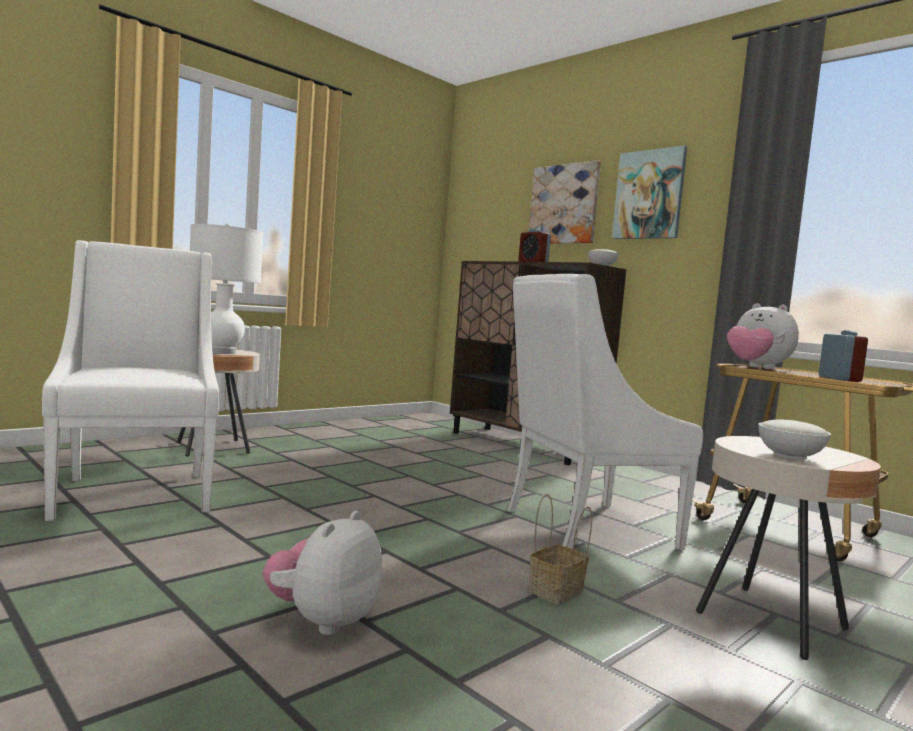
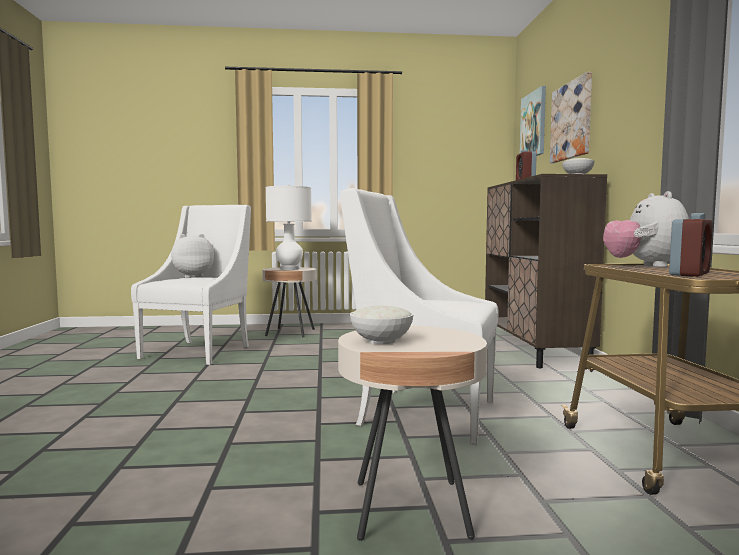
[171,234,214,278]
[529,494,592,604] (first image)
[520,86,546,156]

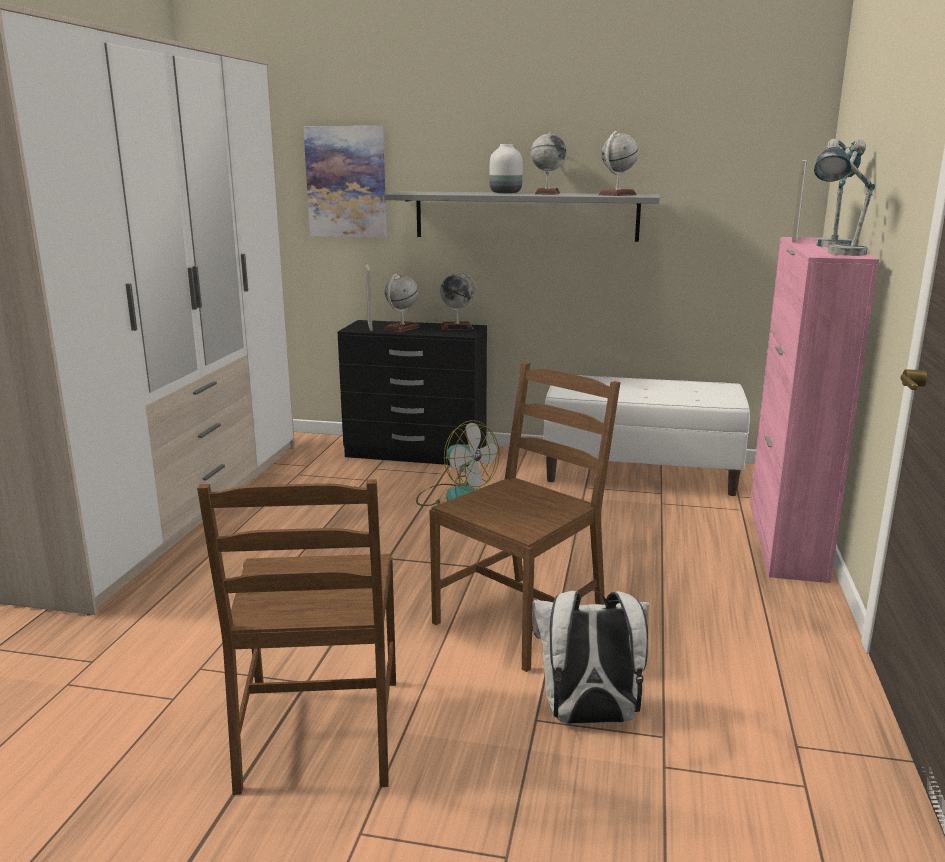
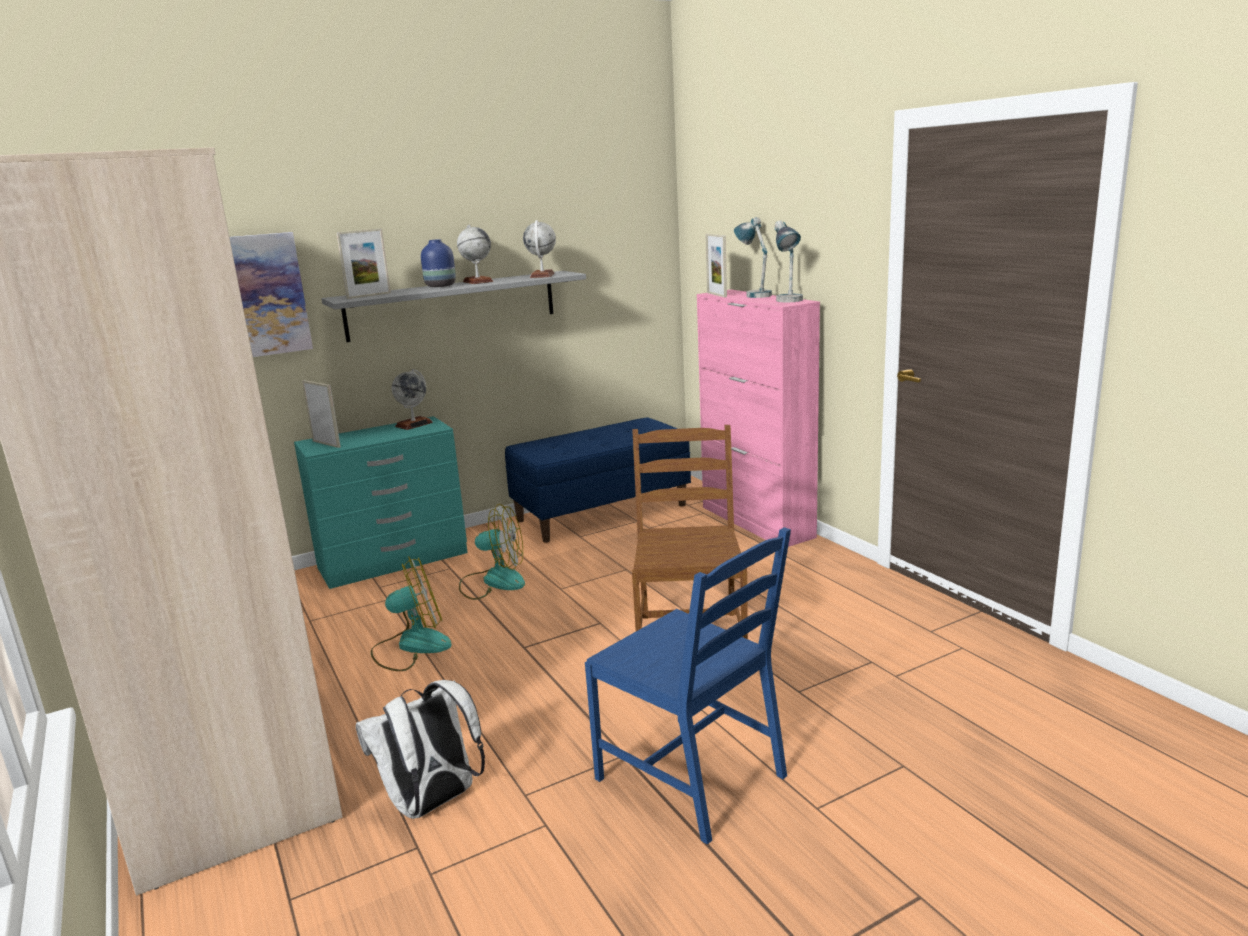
[585,527,791,845]
[294,416,468,589]
[384,274,420,333] (first image)
[421,239,456,287]
[356,680,485,819]
[505,417,691,543]
[336,229,391,299]
[371,557,452,671]

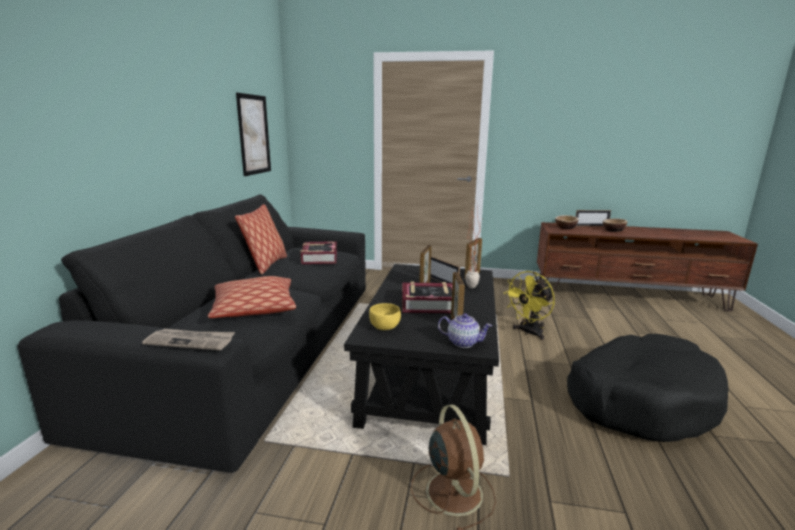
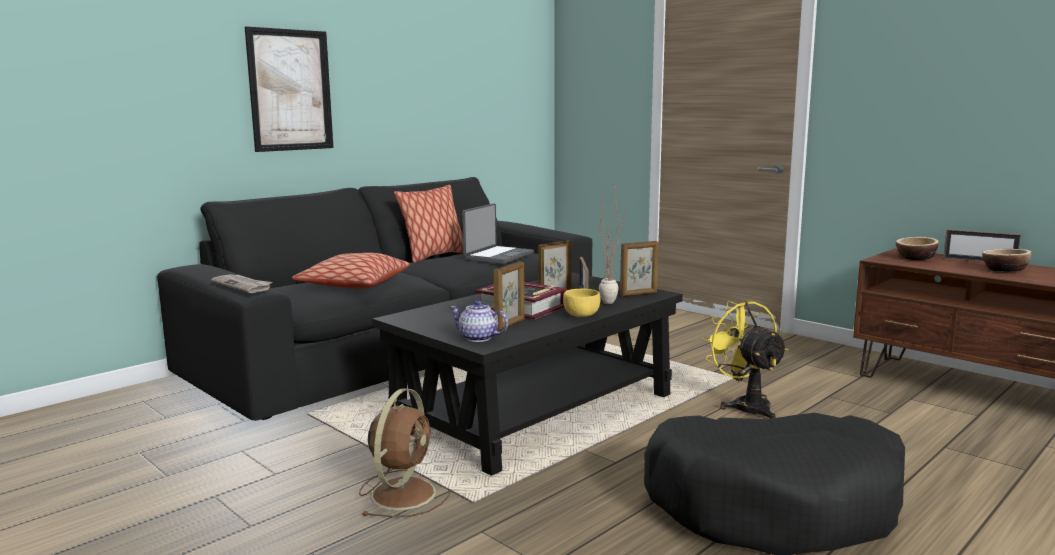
[245,26,333,152]
[462,203,534,264]
[563,289,600,317]
[450,301,508,342]
[702,300,788,419]

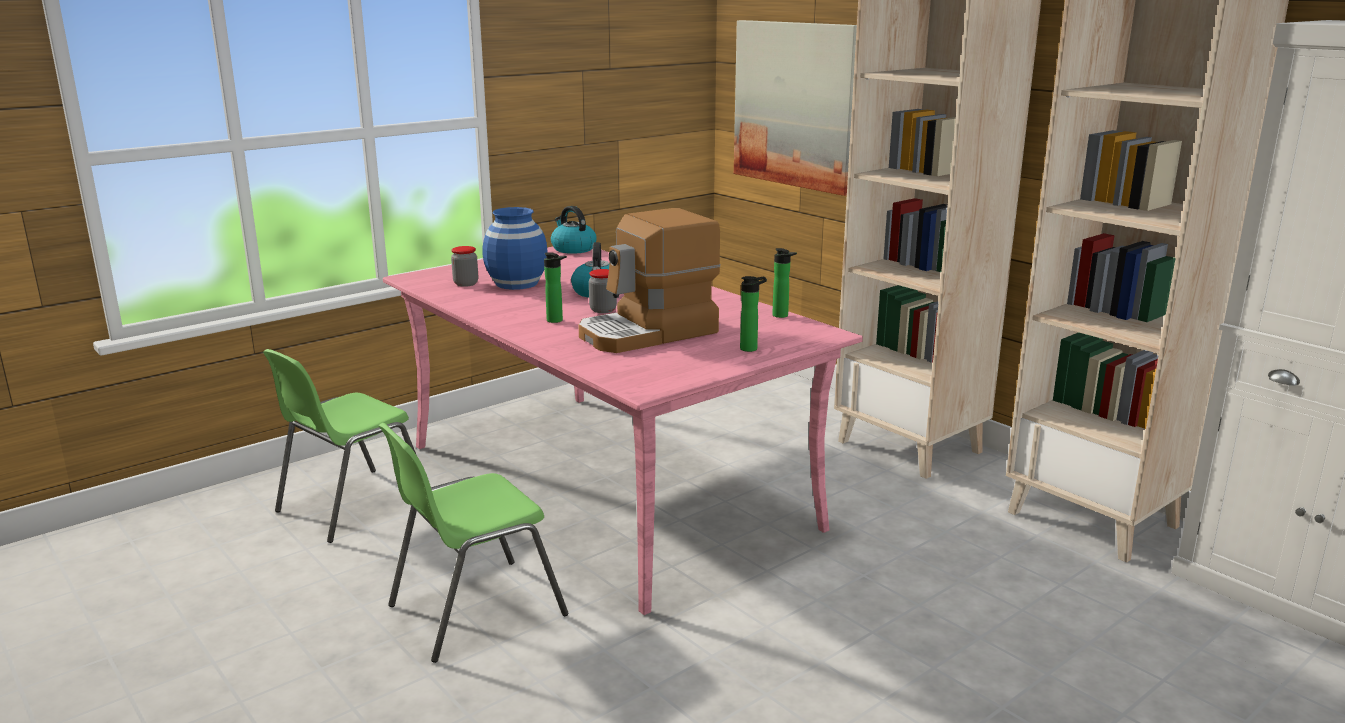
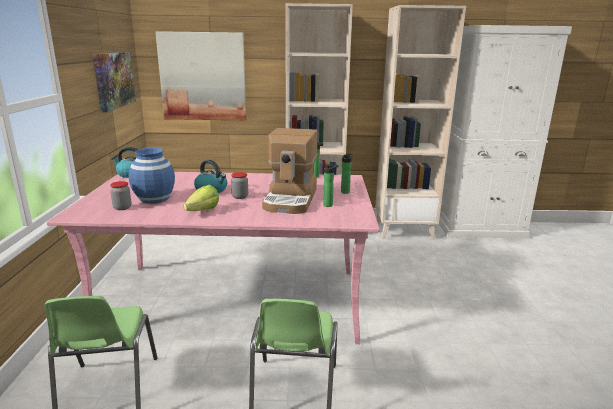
[323,164,338,207]
[93,52,136,112]
[183,185,219,211]

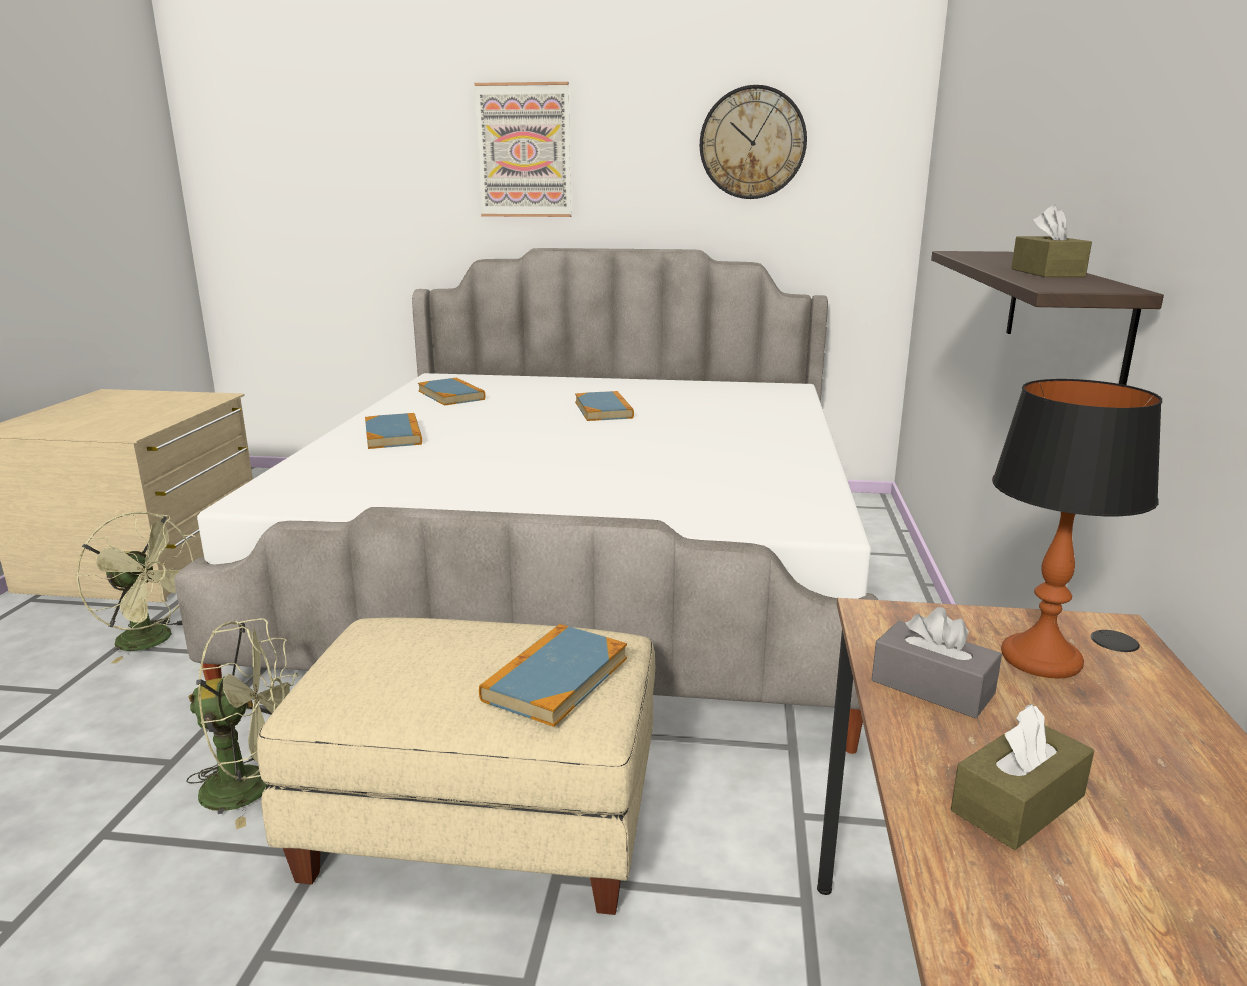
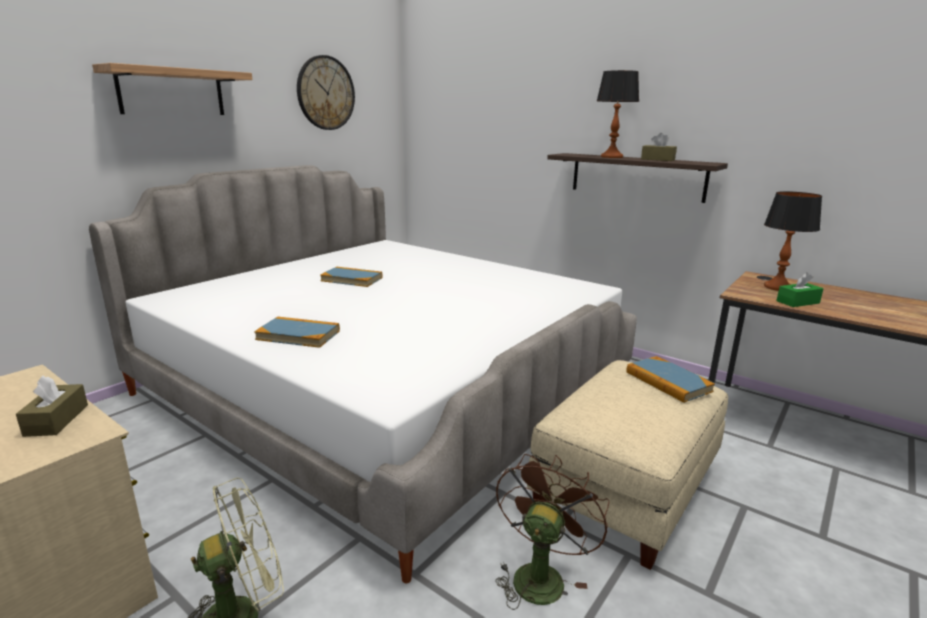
[495,454,609,610]
[418,378,486,406] (first image)
[92,63,252,115]
[776,272,824,307]
[16,376,88,437]
[597,70,639,158]

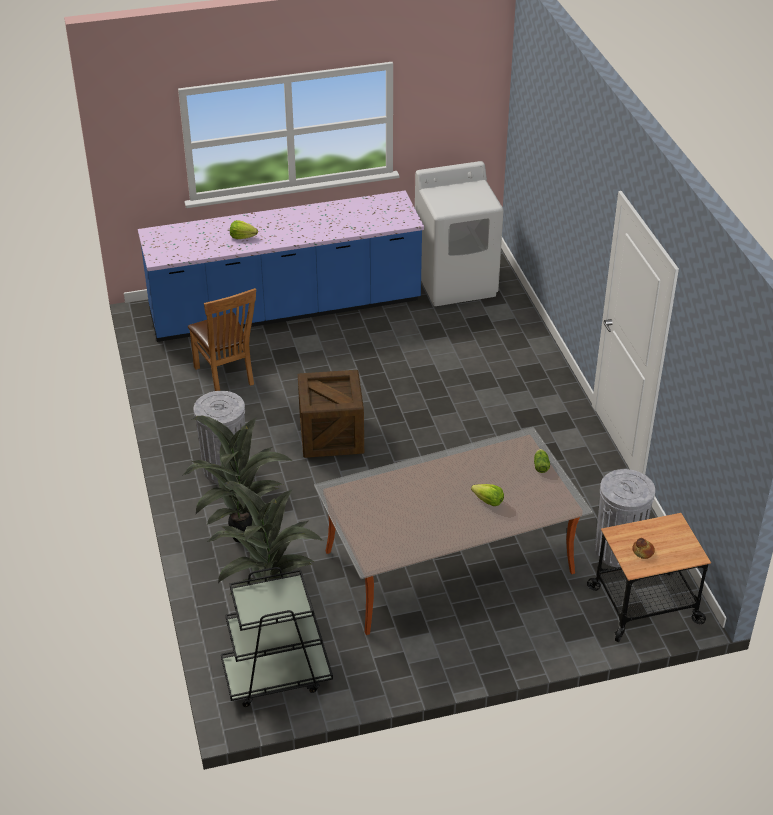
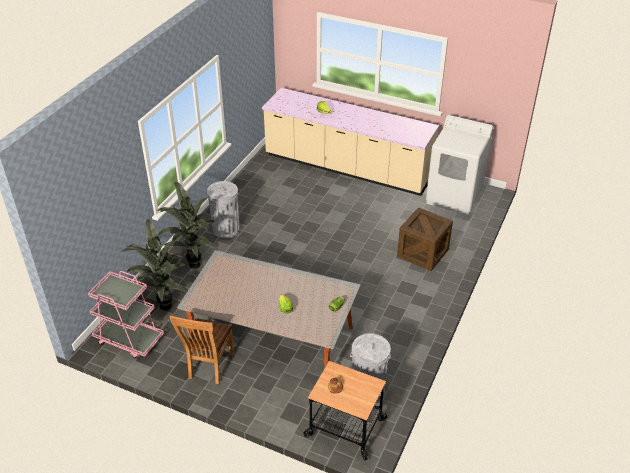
[262,88,439,196]
[170,315,234,384]
[88,271,164,358]
[397,208,453,271]

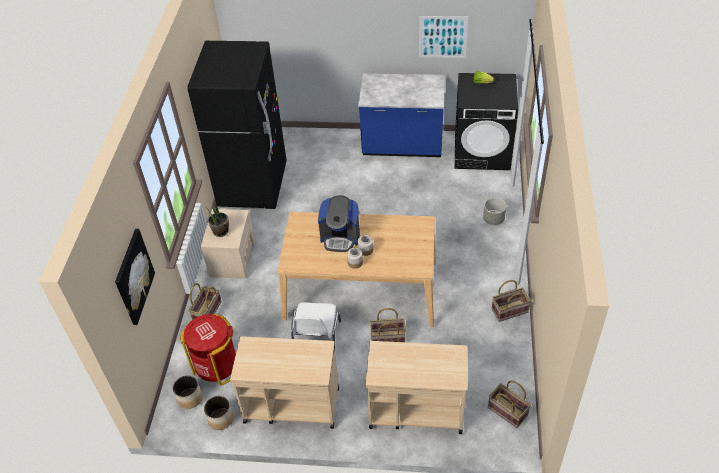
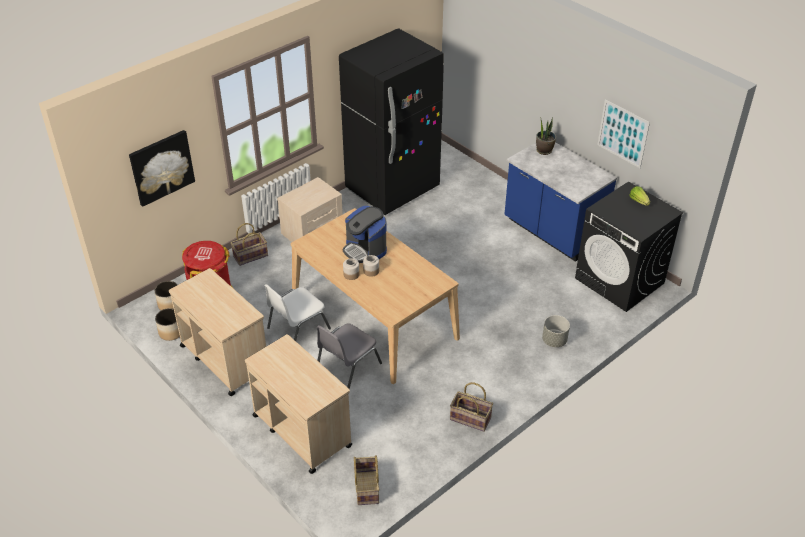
[536,117,556,155]
[317,323,382,389]

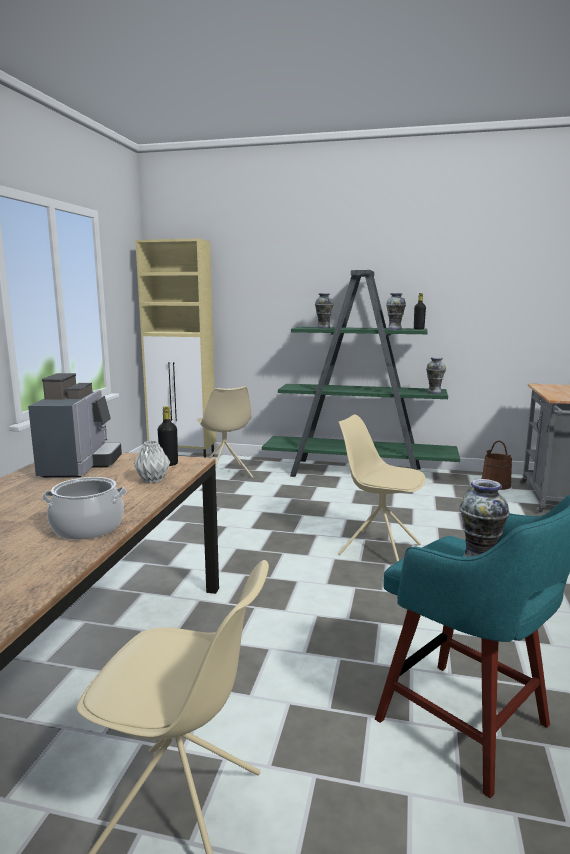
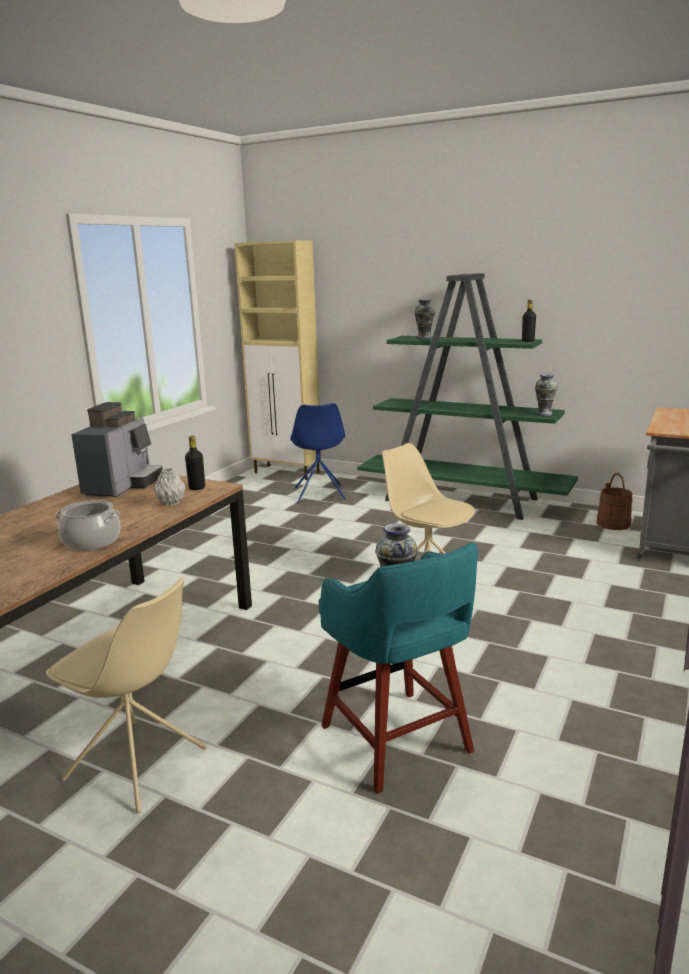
[290,403,346,503]
[386,293,406,330] (first image)

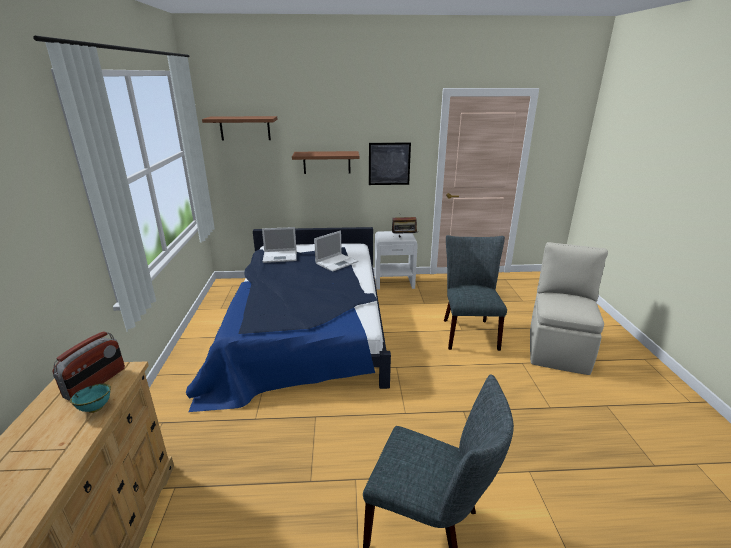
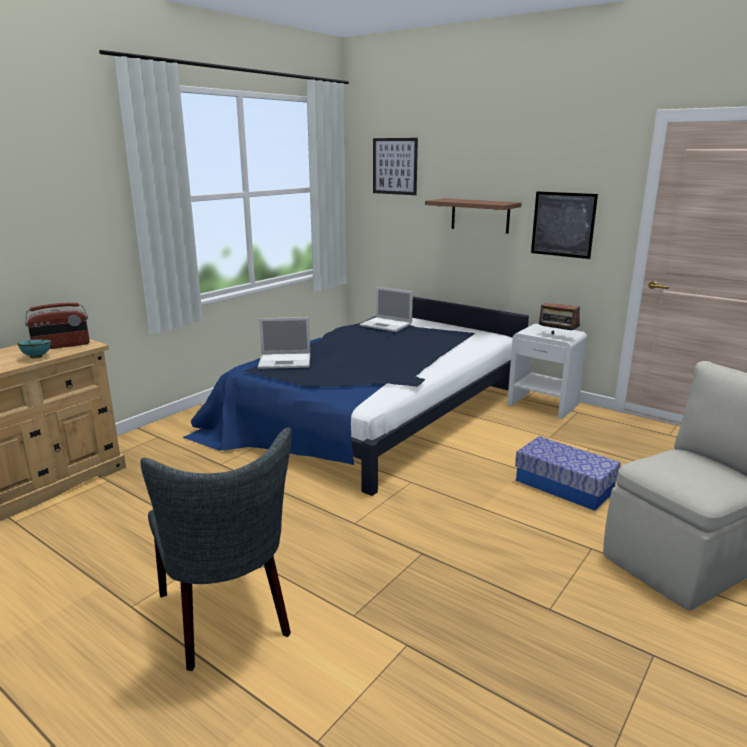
[373,138,418,195]
[258,317,310,369]
[515,436,621,511]

